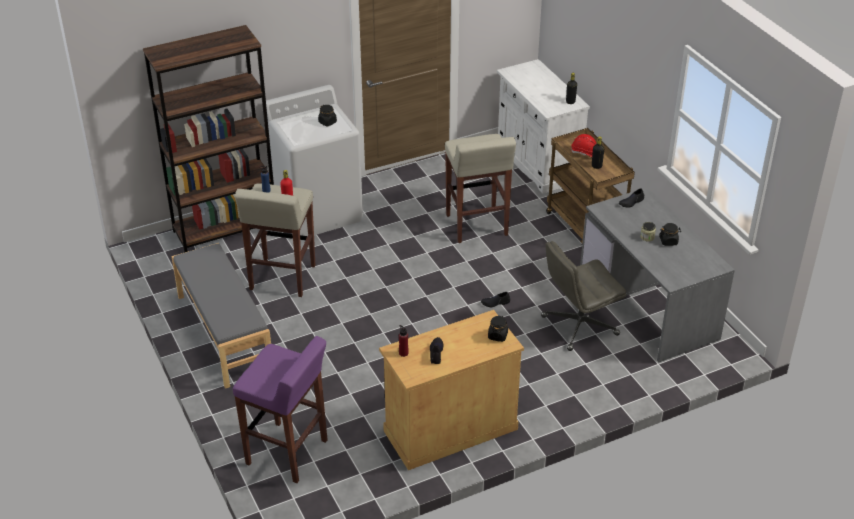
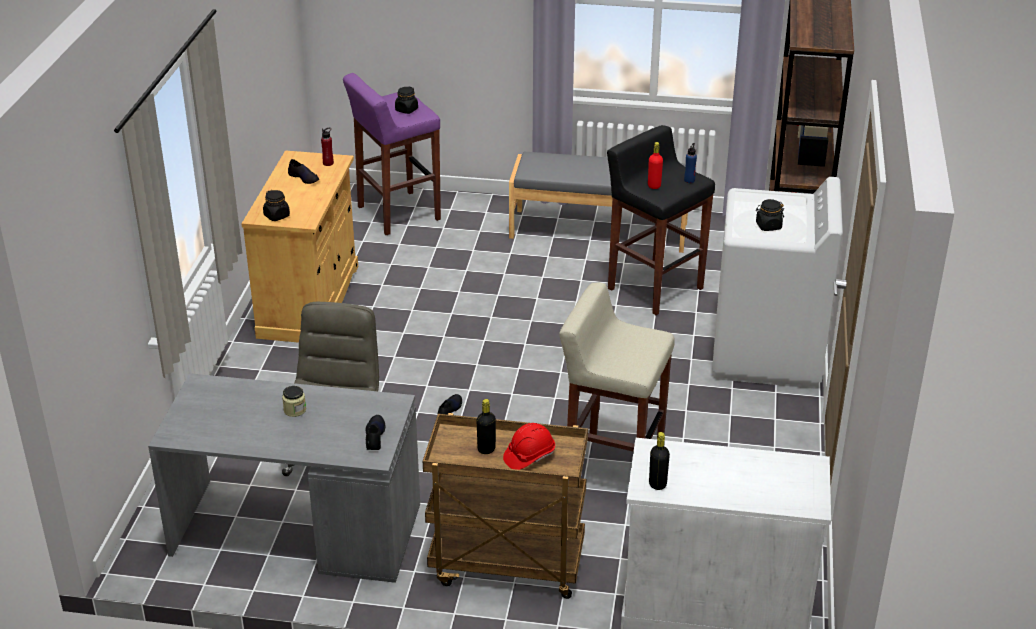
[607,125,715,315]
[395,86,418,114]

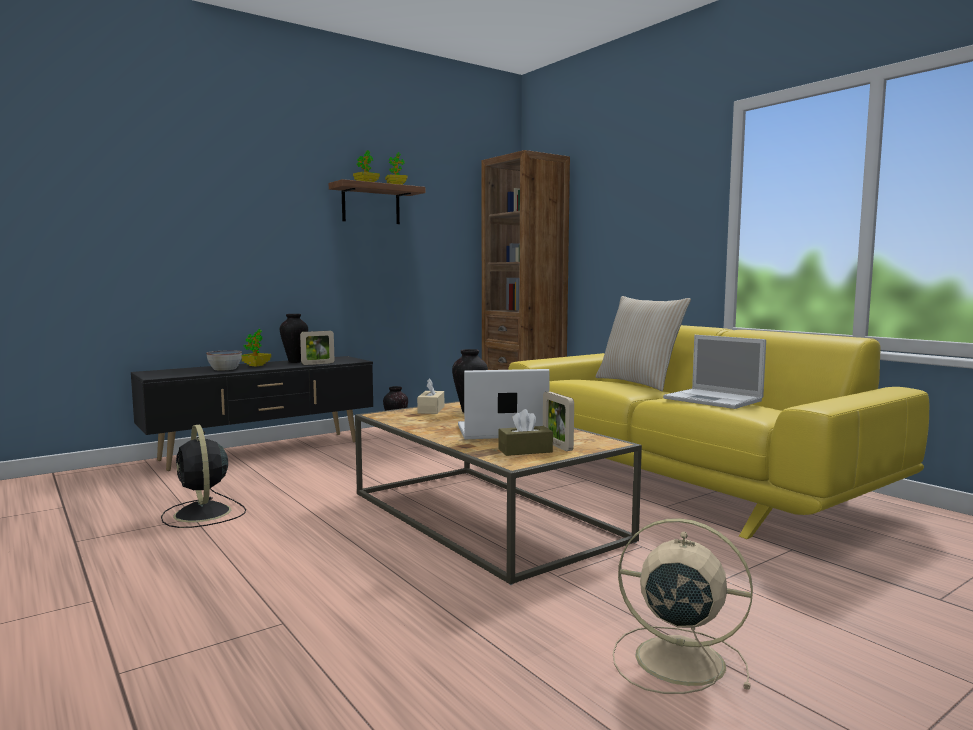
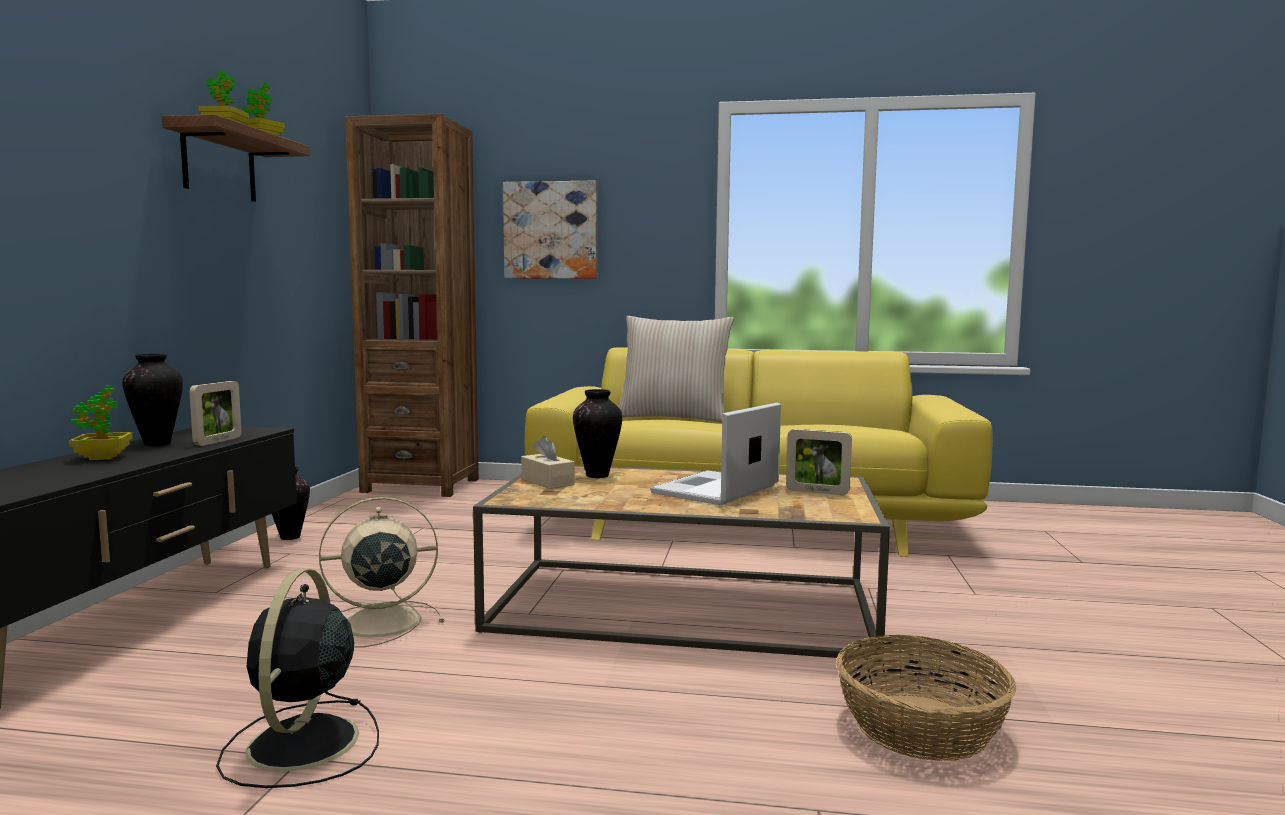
[216,569,379,788]
[206,350,242,370] (first image)
[499,409,553,456] (first image)
[319,497,444,647]
[663,335,766,409] (first image)
[503,181,597,279]
[836,635,1016,761]

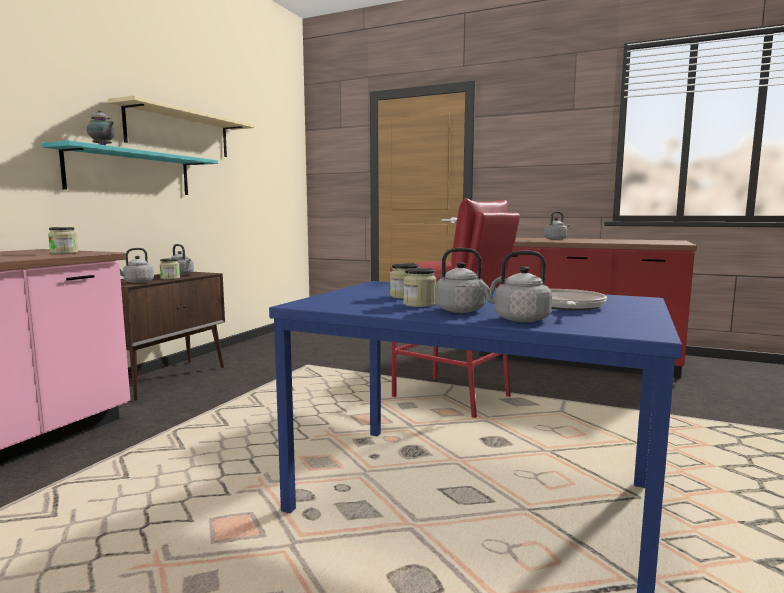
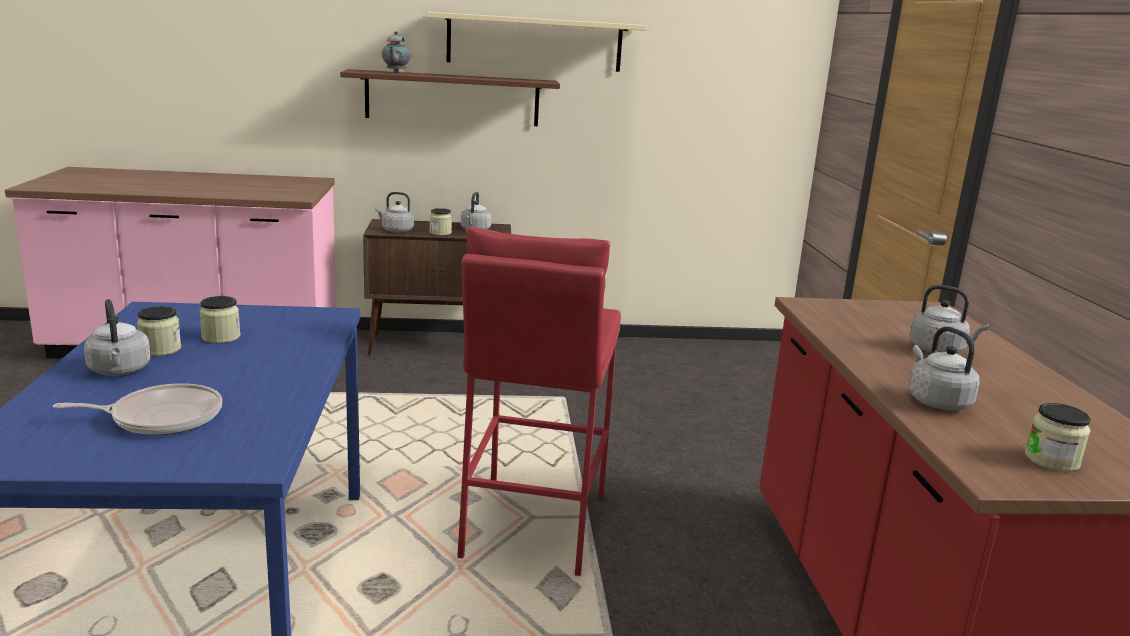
[340,69,560,126]
[1025,403,1091,472]
[909,326,980,411]

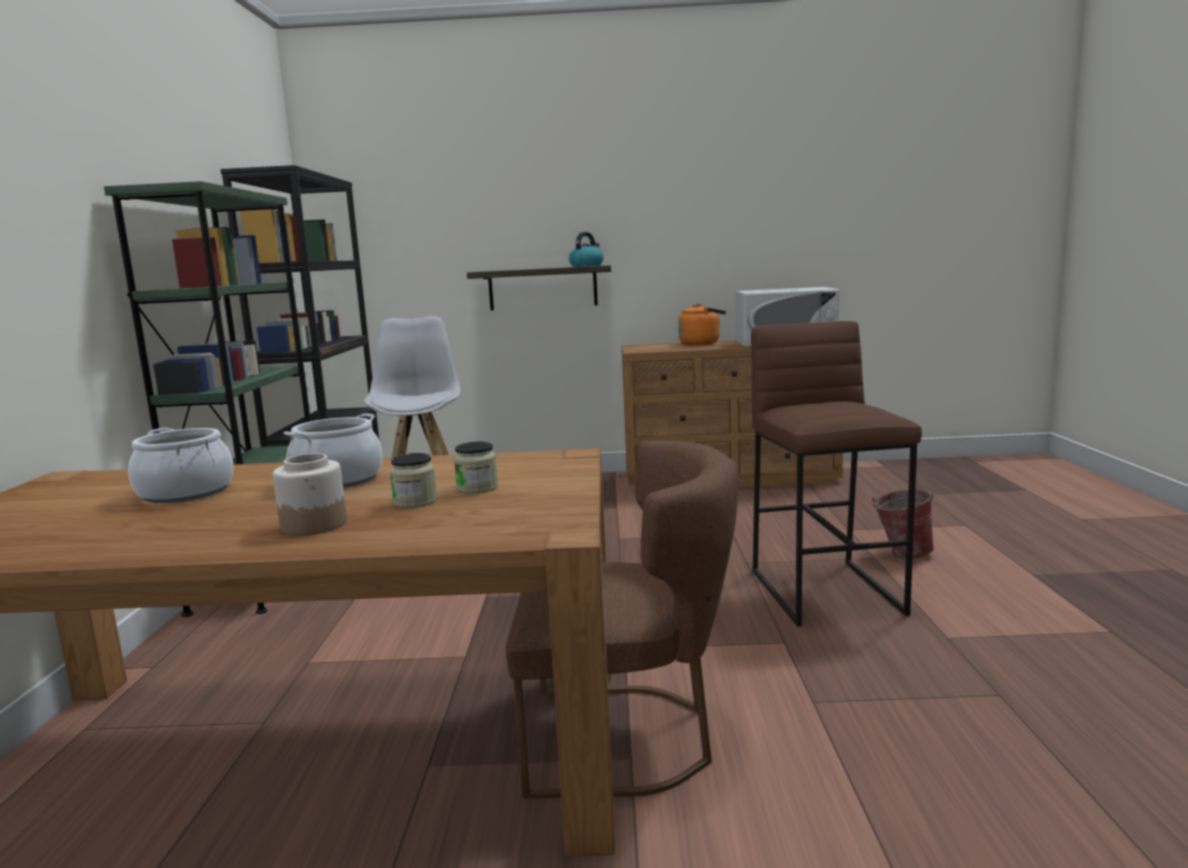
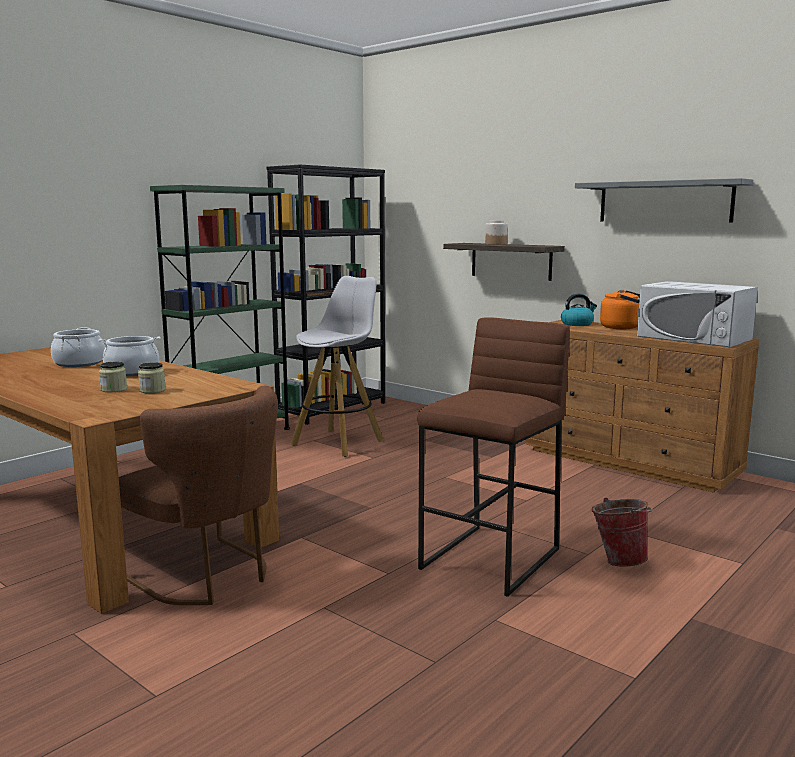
[485,220,508,245]
[561,294,597,326]
[575,178,753,223]

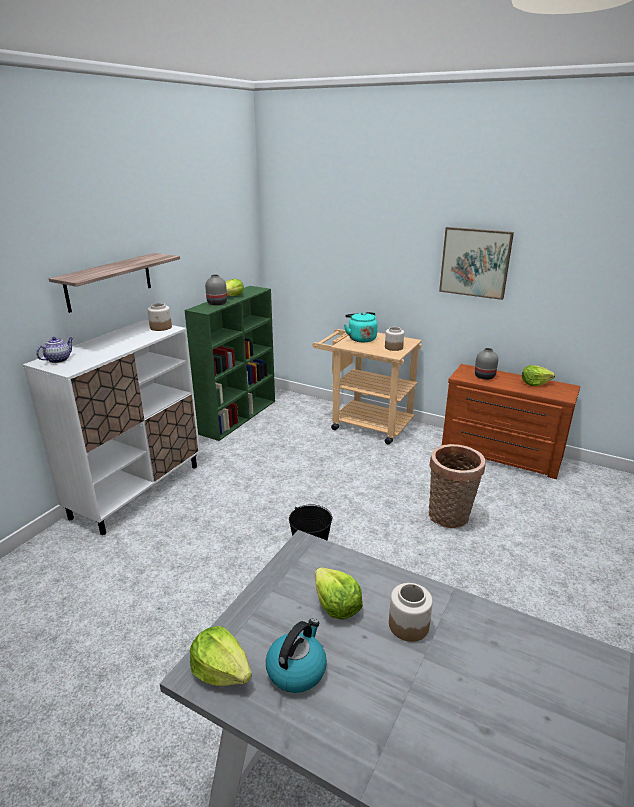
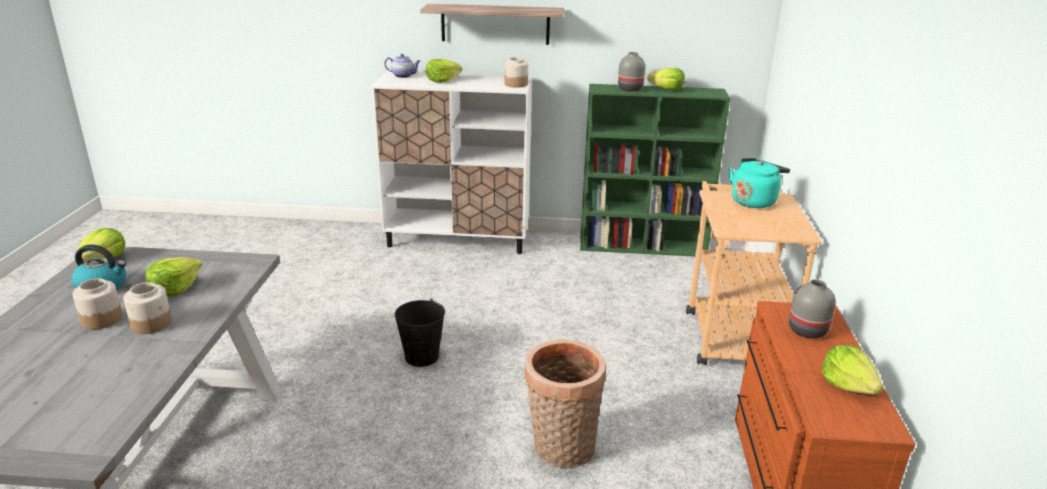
[73,278,123,330]
[439,227,514,300] (first image)
[426,59,462,83]

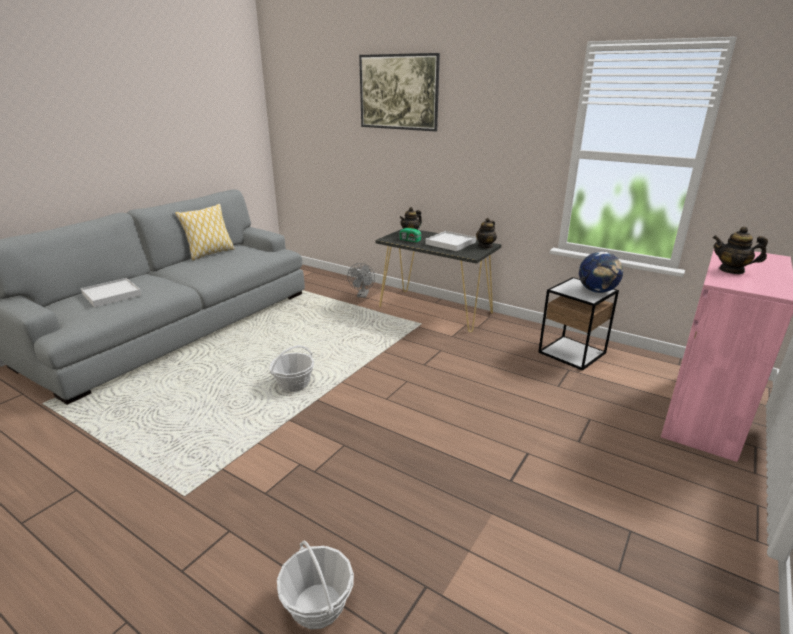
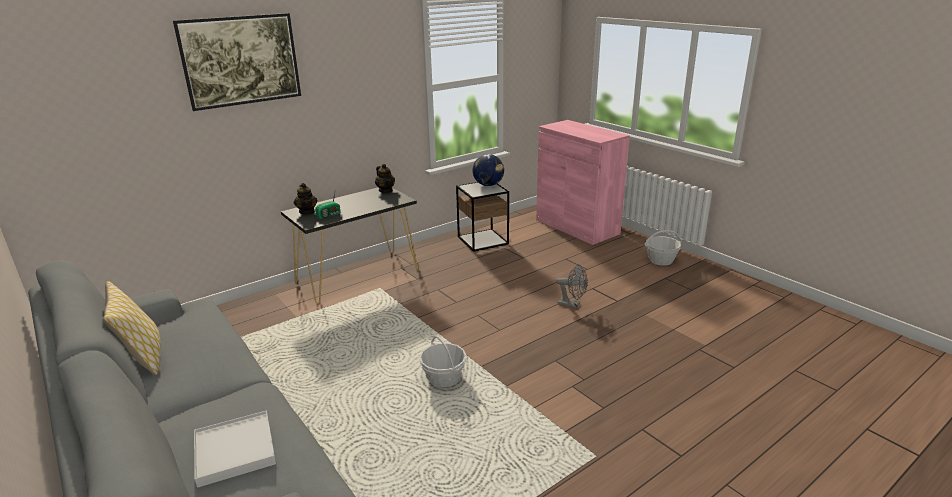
[644,230,682,266]
[556,265,588,309]
[425,231,476,251] (first image)
[713,227,768,274] (first image)

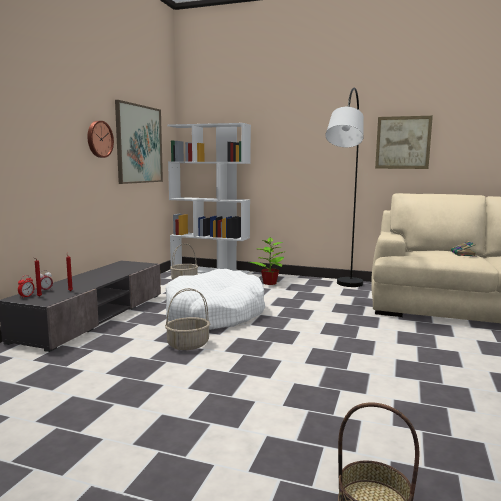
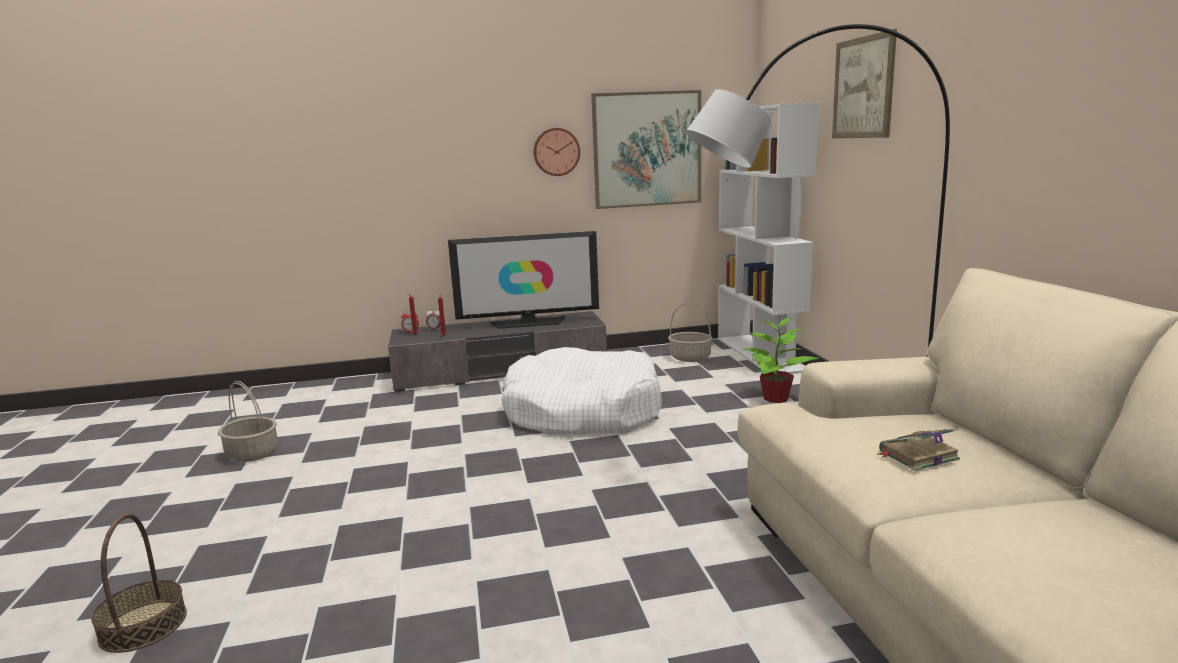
[218,381,278,462]
[832,29,897,138]
[448,231,599,329]

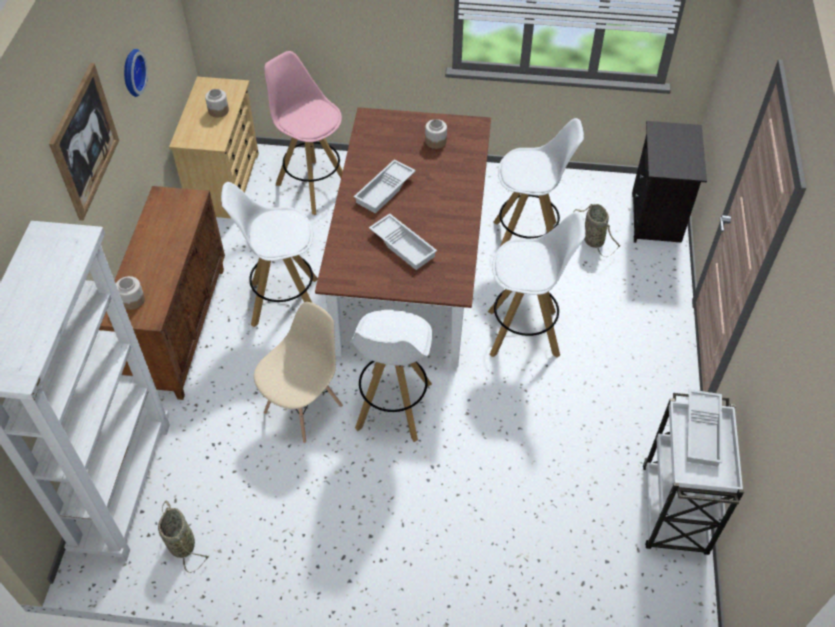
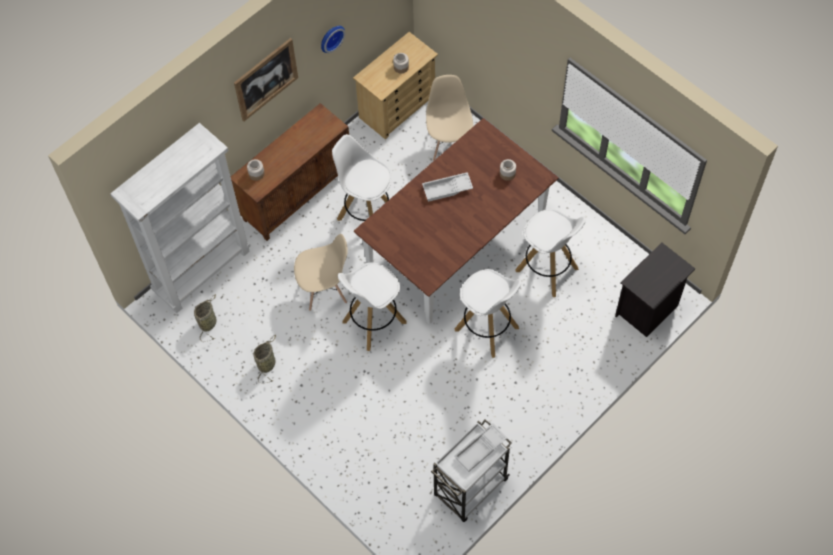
[426,75,473,161]
[369,213,437,270] (first image)
[254,335,276,383]

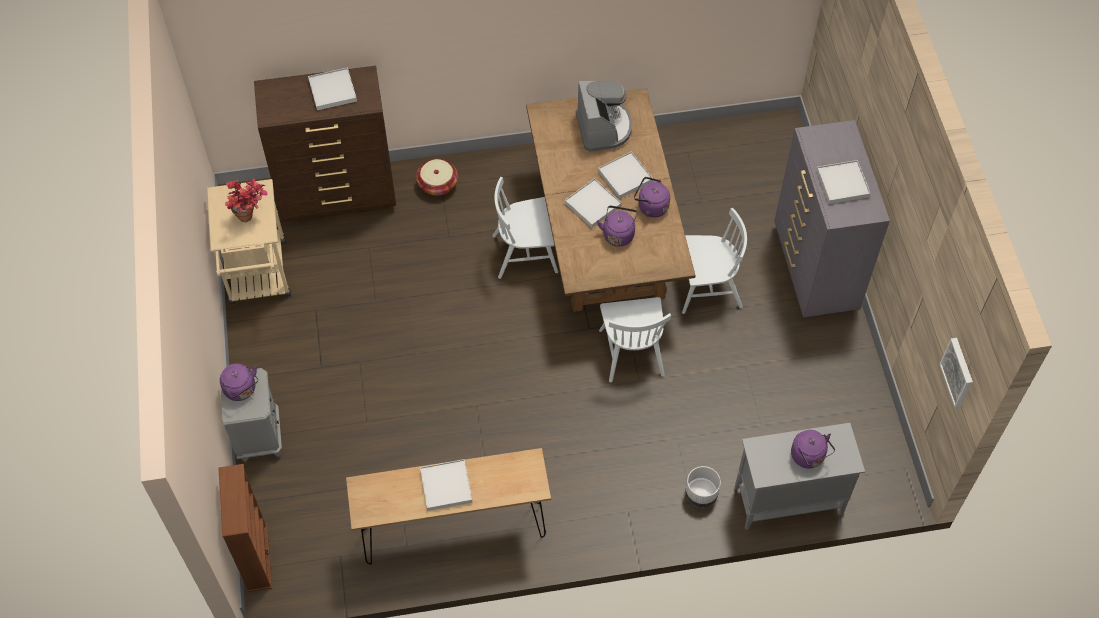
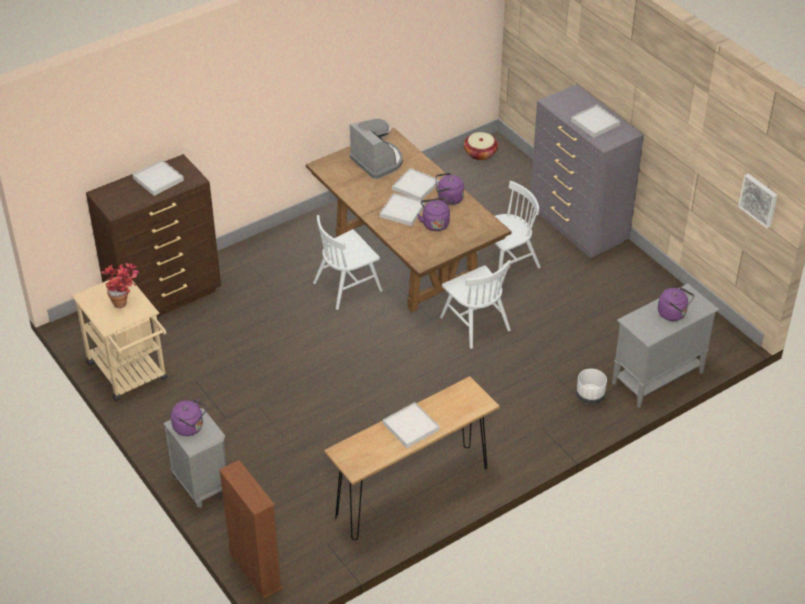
[464,132,498,160]

